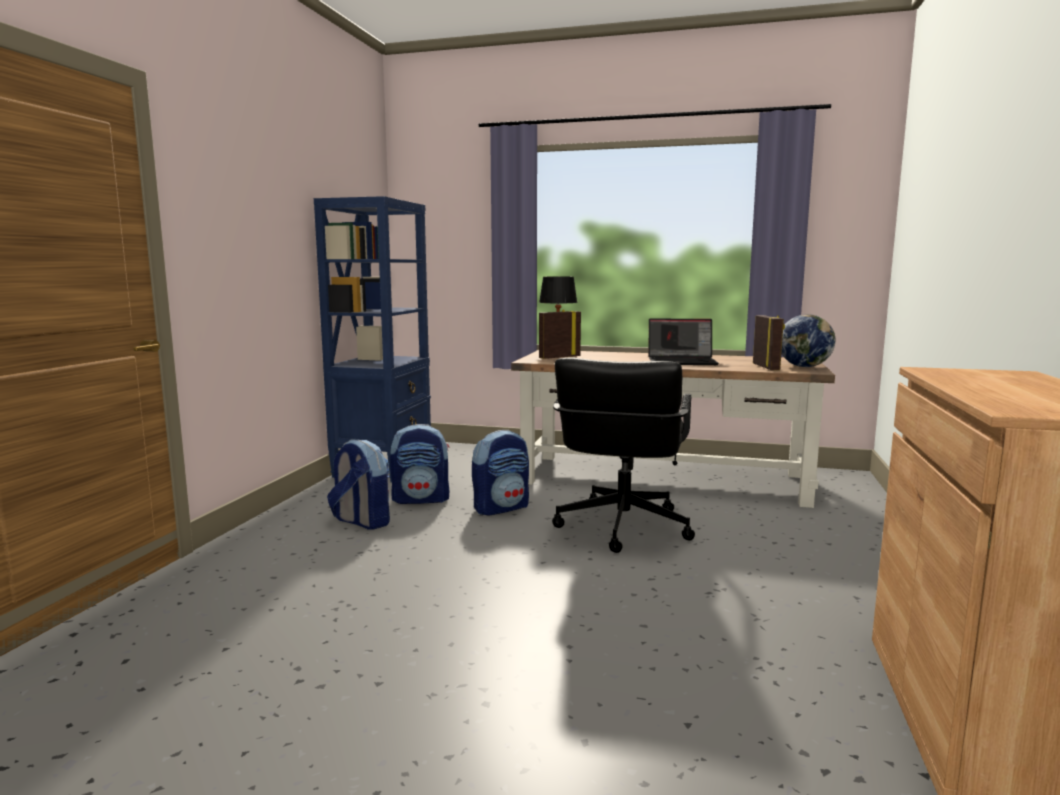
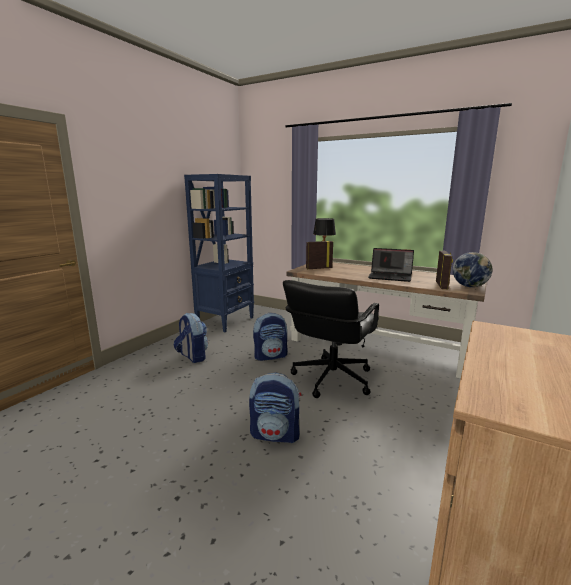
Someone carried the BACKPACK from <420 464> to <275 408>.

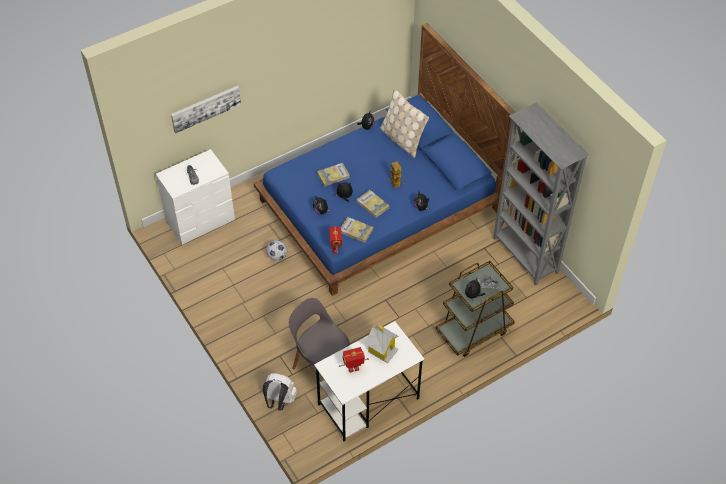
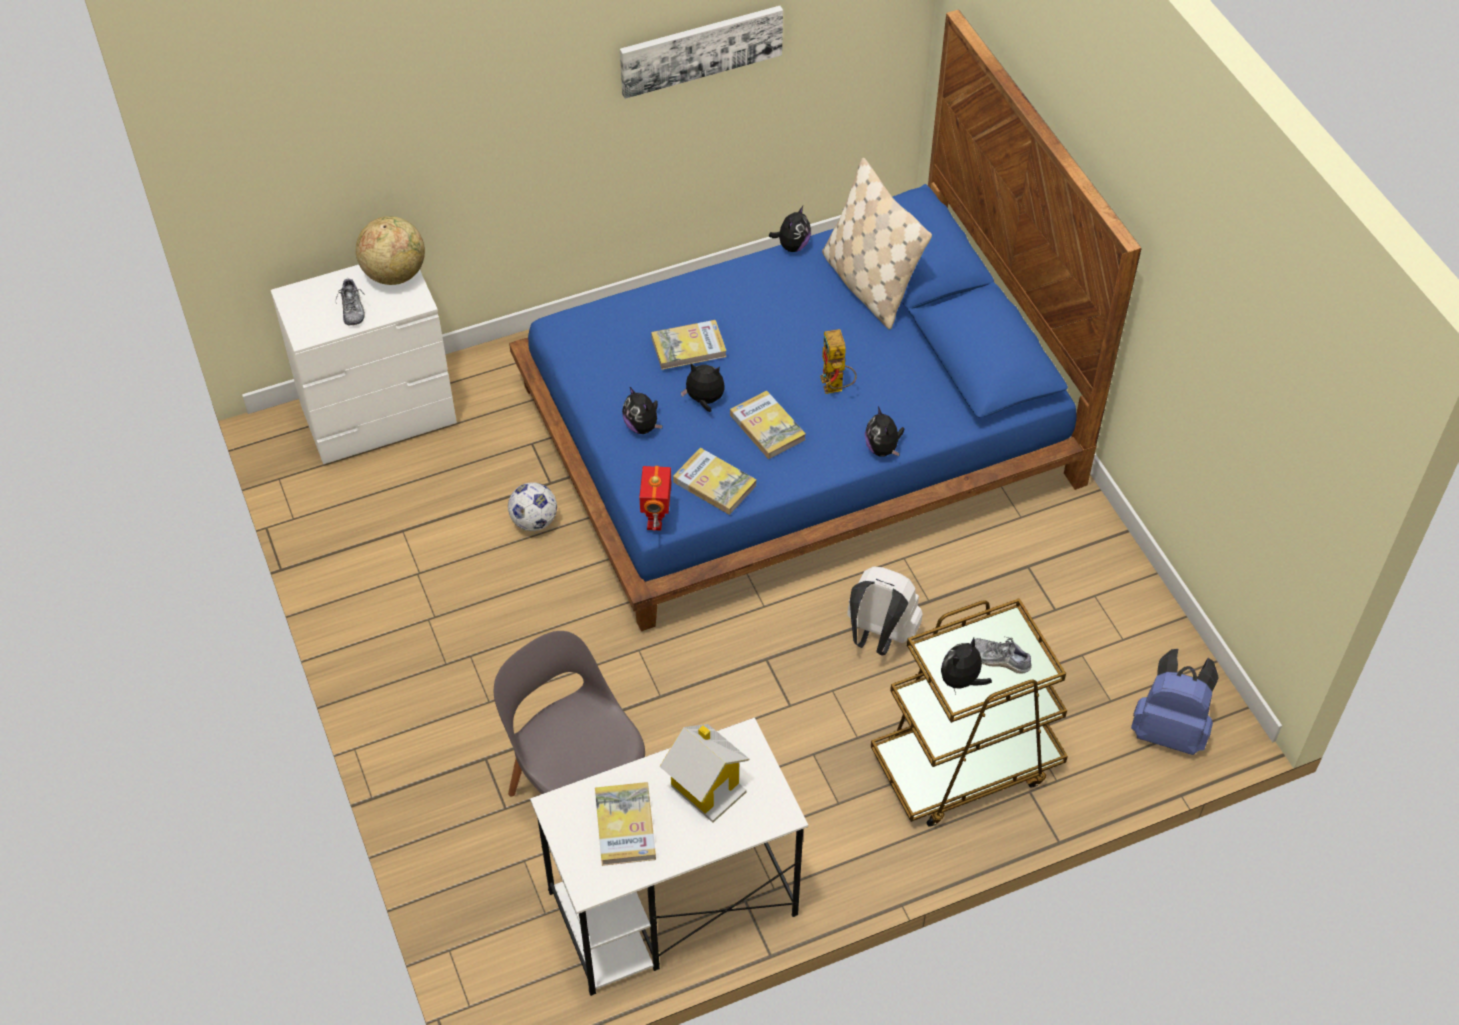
Someone put down the GLOBE at <390 250>.
Someone swapped the TOY ROBOT at <354 360> for the BOOK at <625 824>.
Someone carried the PICTURE from <206 109> to <701 52>.
Someone carried the WHITE BACKPACK from <280 391> to <885 611>.
Someone put down the BLUE BACKPACK at <1175 702>.
Someone took away the GREY BOOKCASE at <541 194>.

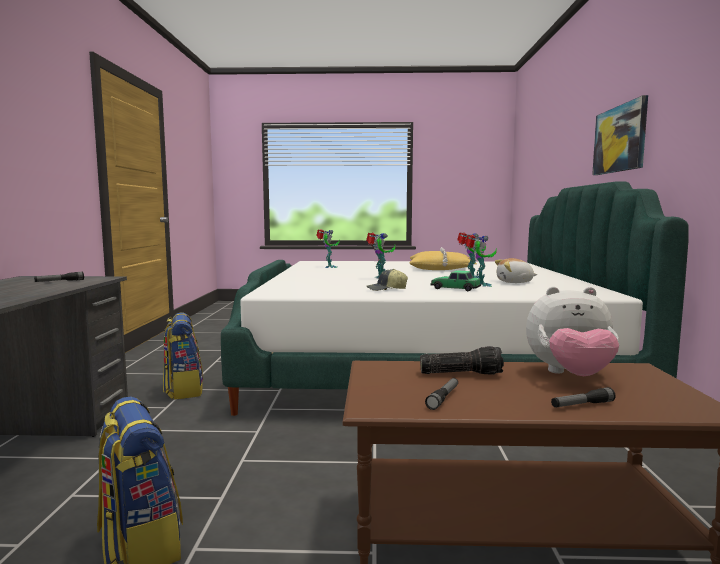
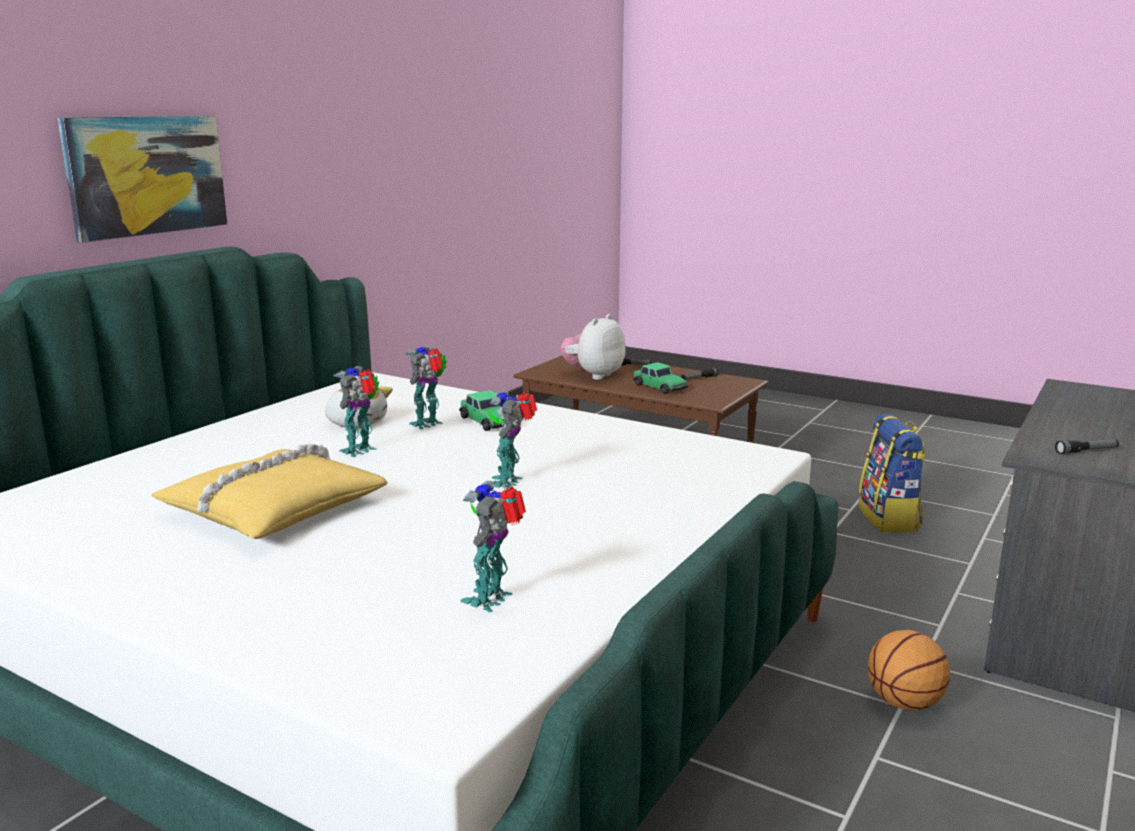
Someone rotated the PLUSH TOY at <572 331> by 90 degrees counterclockwise.
Someone swapped the FLASHLIGHT at <462 360> for the TOY CAR at <660 378>.
Someone swapped the BACKPACK at <183 356> for the BASKETBALL at <909 670>.
Someone took away the CAP at <387 280>.

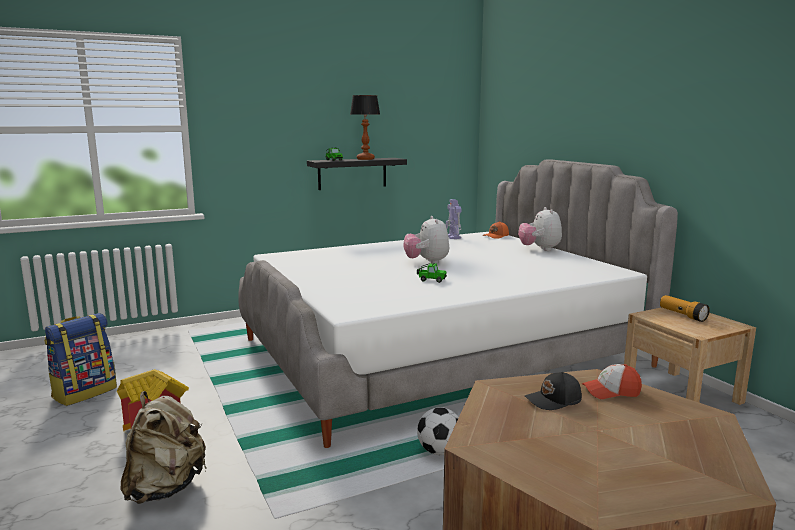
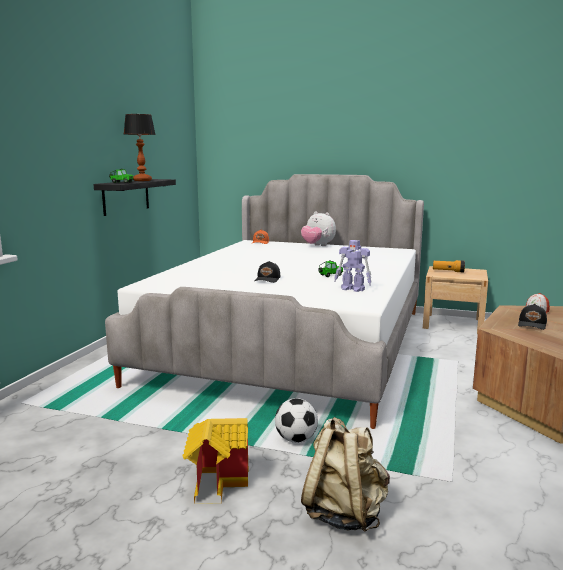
Someone put down the BLACK CAP at <267 272>.
Someone carried the FOOTBALL from <438 431> to <296 420>.
Someone carried the TOY ROBOT from <453 219> to <353 266>.
Someone took away the BACKPACK at <80 359>.
Someone took away the PLUSH TOY at <426 240>.

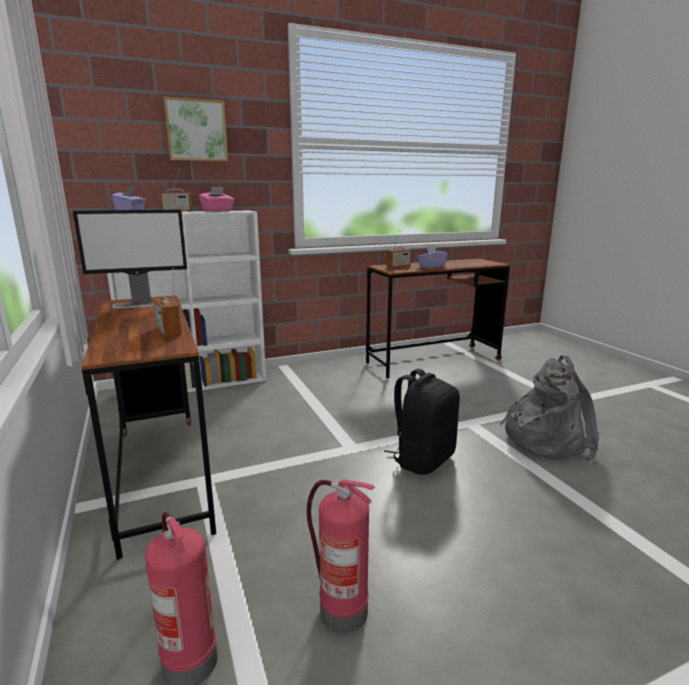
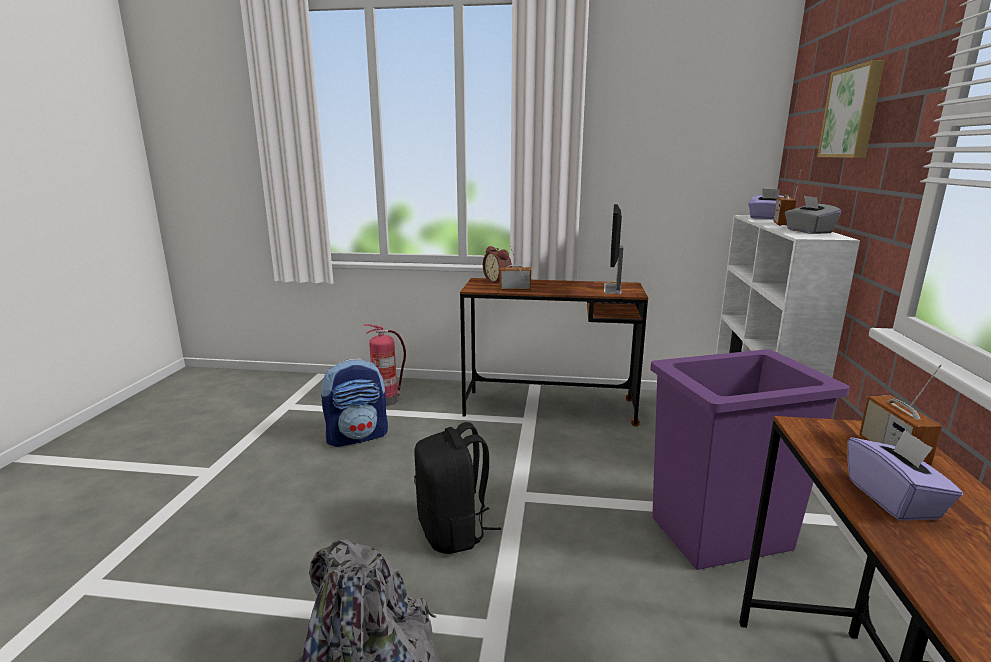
Someone swapped the FIRE EXTINGUISHER at <341 556> for the BACKPACK at <354 402>.
Someone put down the ALARM CLOCK at <497 264>.
Someone put down the PURPLE TRASH CAN at <750 460>.
Someone repainted the PINK TISSUE BOX at <216 199>, which became the GREY TISSUE BOX at <813 215>.

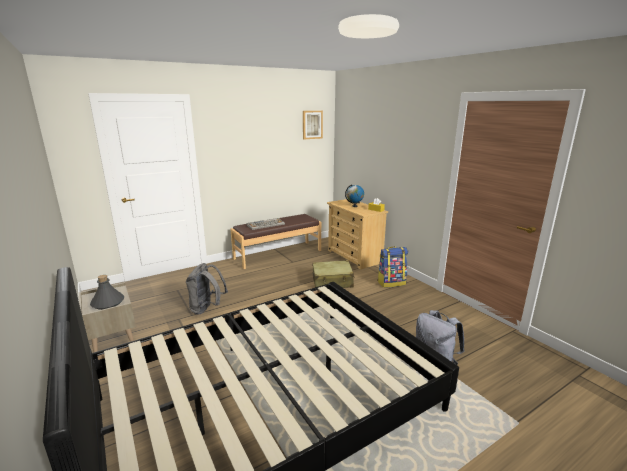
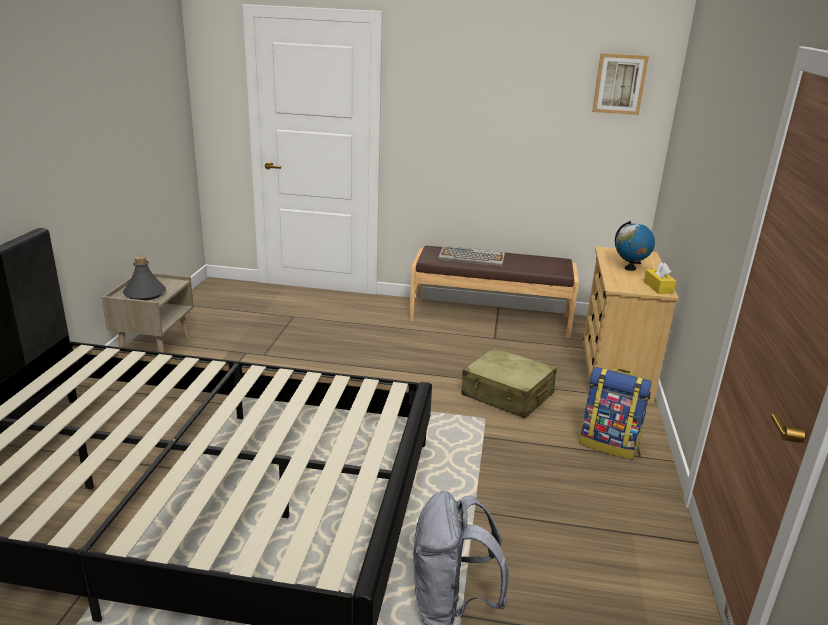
Someone took away the GREY BACKPACK at <207 289>.

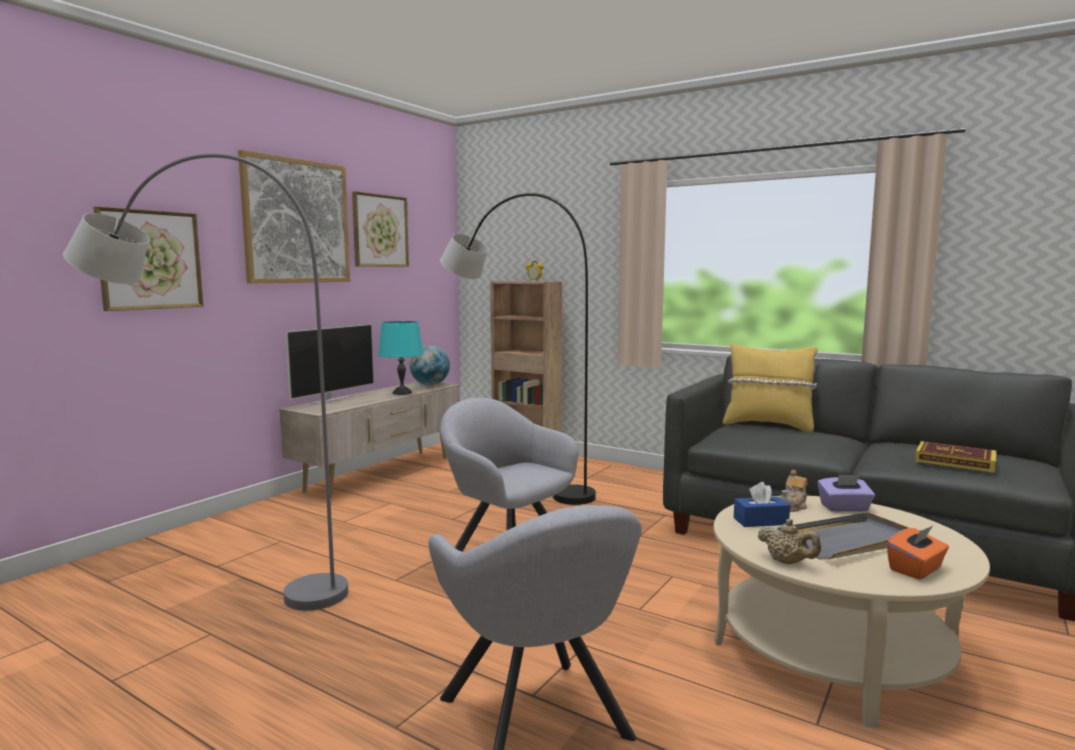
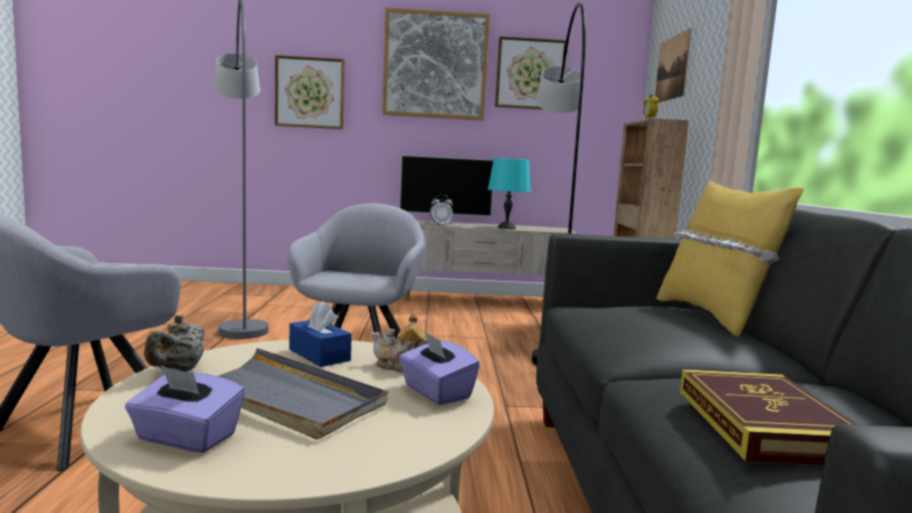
Someone repainted the ORANGE TISSUE BOX at <918 553>, which became the PURPLE TISSUE BOX at <185 409>.
Someone put down the ALARM CLOCK at <441 210>.
Someone put up the PICTURE at <673 65>.
Someone took away the GLOBE at <430 365>.

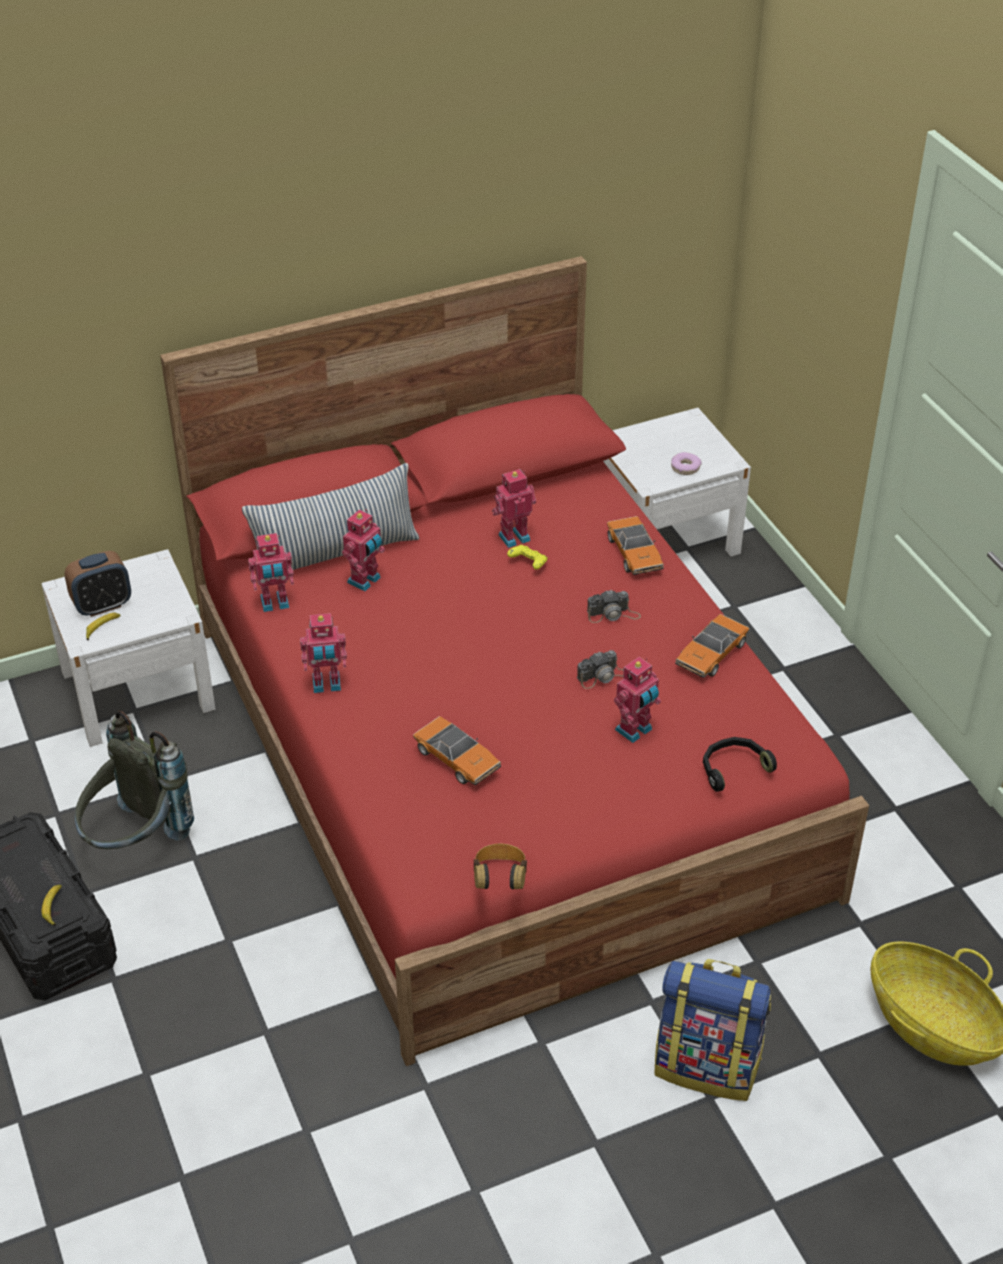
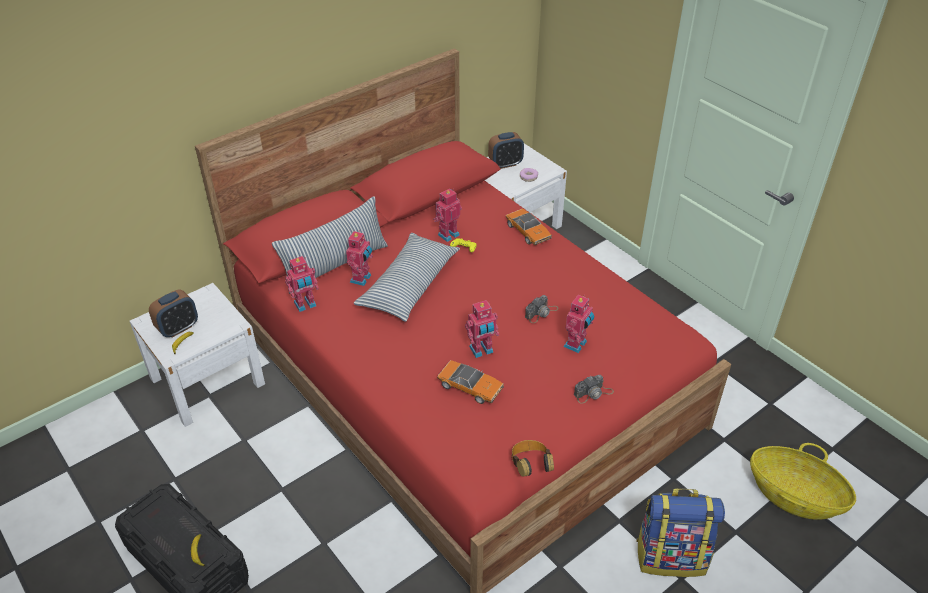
Someone put down the PILLOW at <407 277>.
Someone carried the TOY ROBOT from <323 653> to <482 329>.
Someone put down the ALARM CLOCK at <506 150>.
Someone carried the PHOTO CAMERA from <614 606> to <594 389>.
Someone took away the GREY BACKPACK at <134 780>.
Someone took away the TOY CAR at <712 646>.
Someone took away the BLACK HEADPHONES at <740 764>.

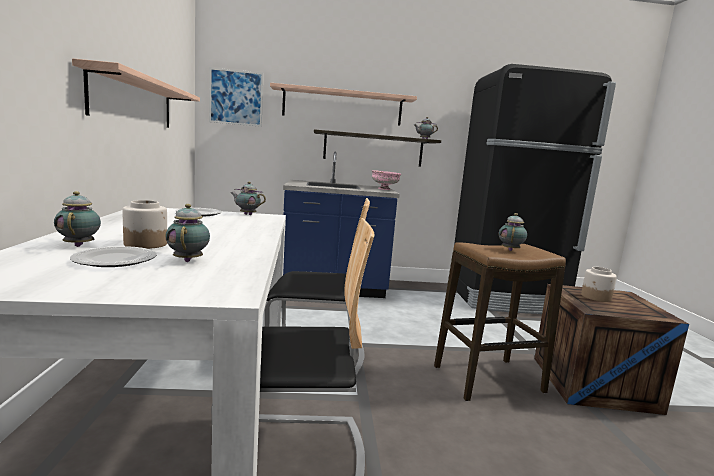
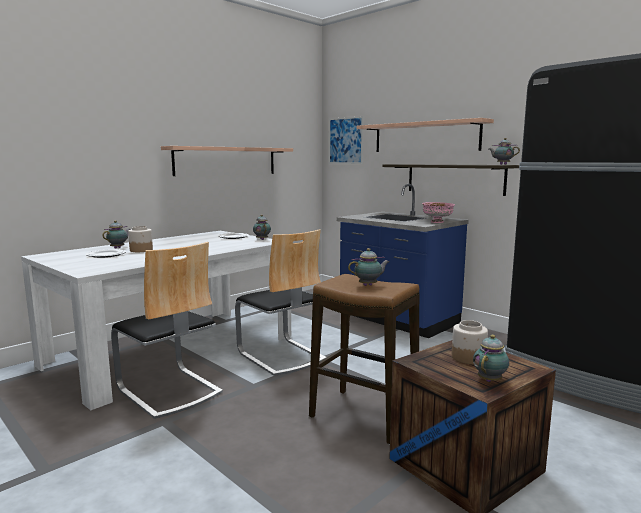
Someone carried the TEAPOT from <187 233> to <491 358>.

